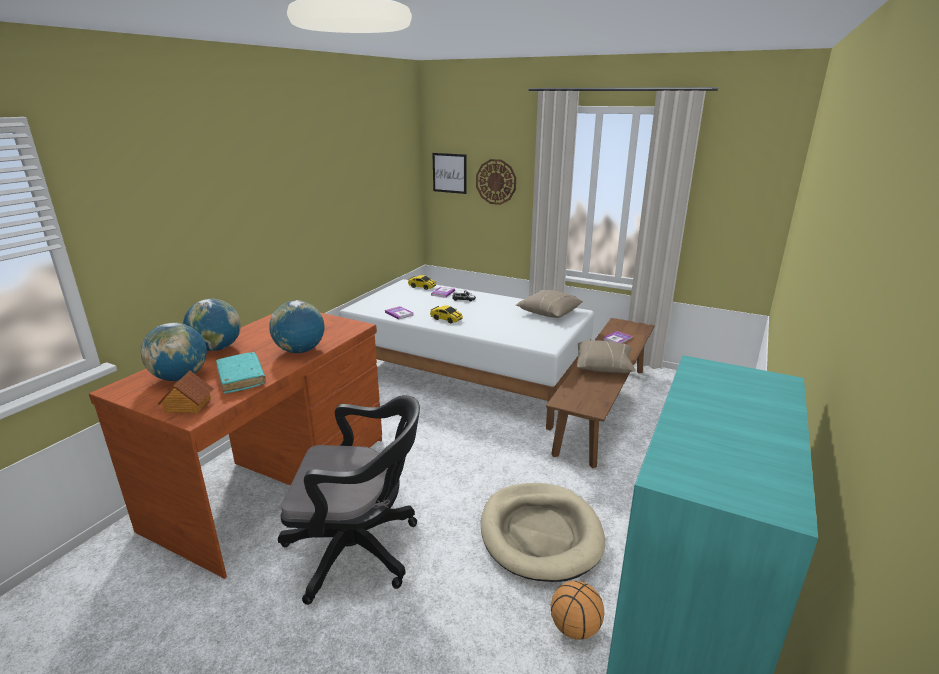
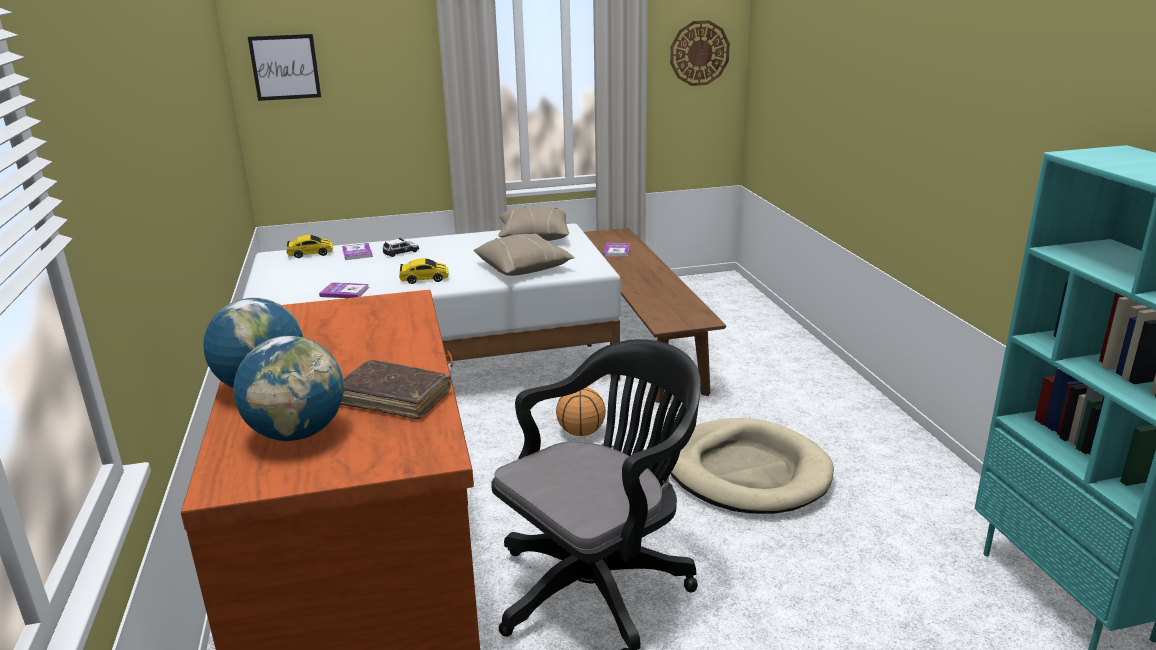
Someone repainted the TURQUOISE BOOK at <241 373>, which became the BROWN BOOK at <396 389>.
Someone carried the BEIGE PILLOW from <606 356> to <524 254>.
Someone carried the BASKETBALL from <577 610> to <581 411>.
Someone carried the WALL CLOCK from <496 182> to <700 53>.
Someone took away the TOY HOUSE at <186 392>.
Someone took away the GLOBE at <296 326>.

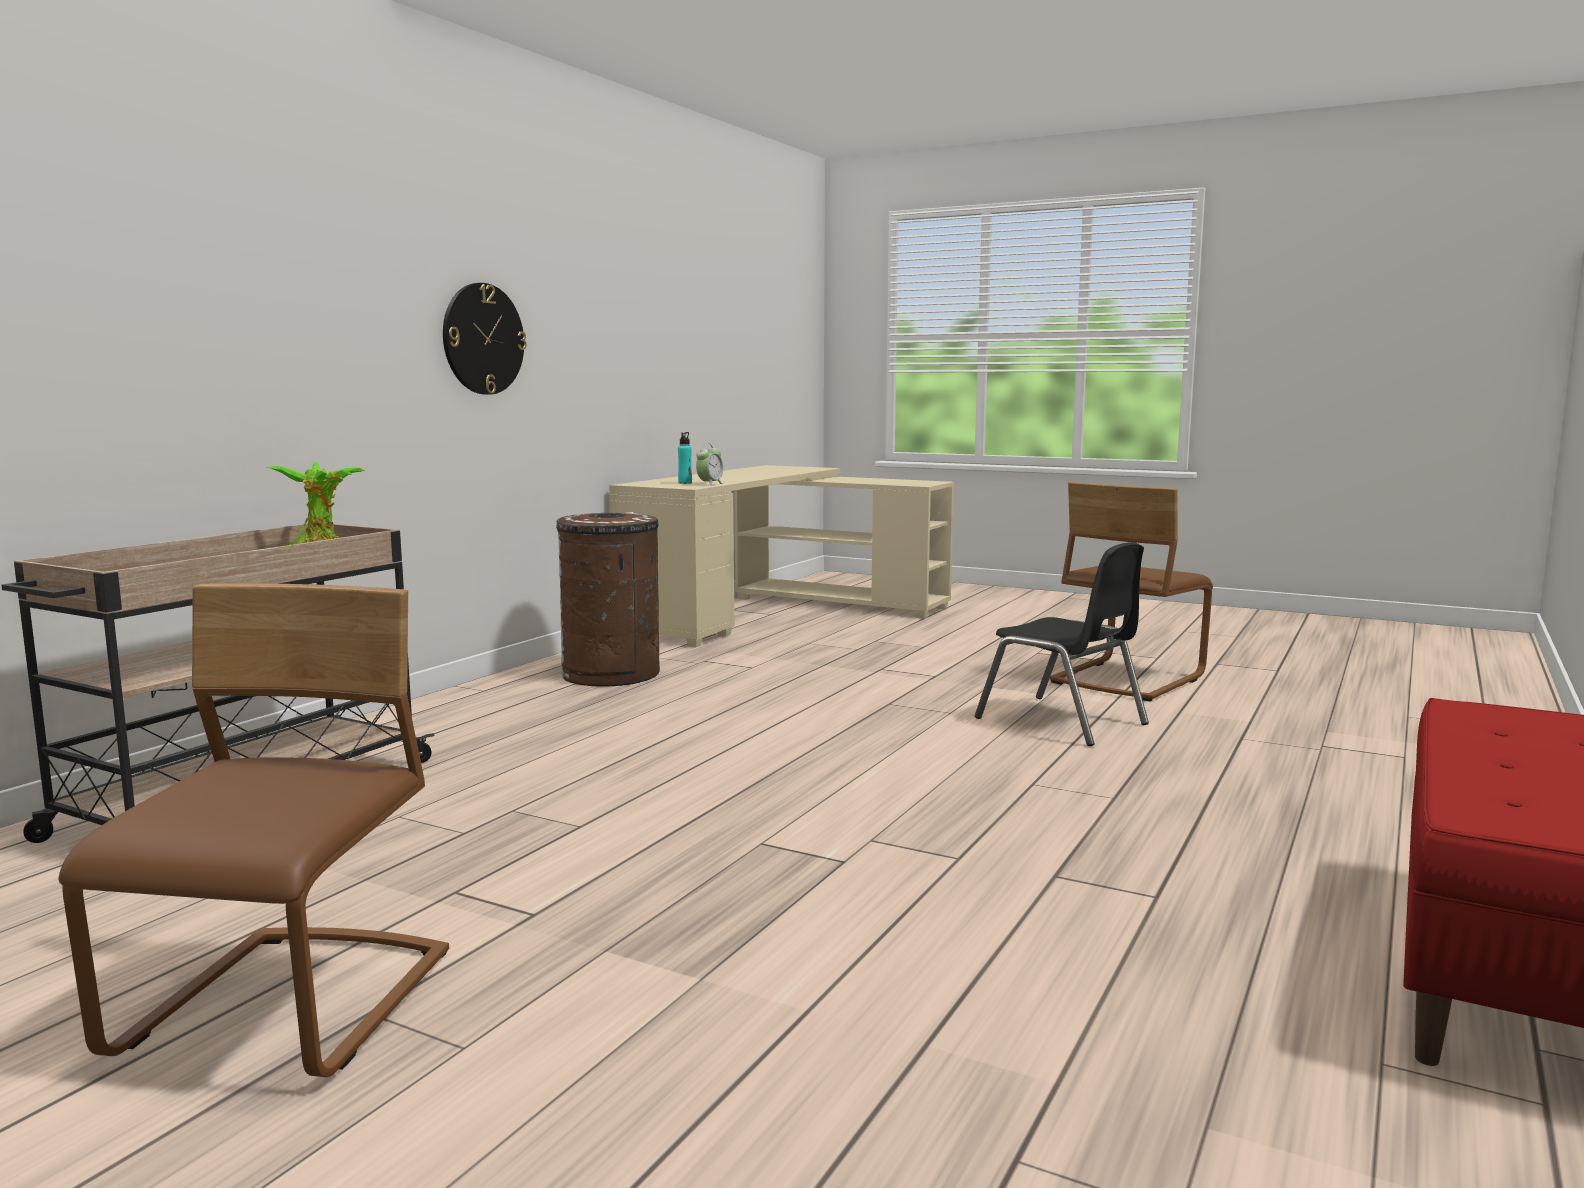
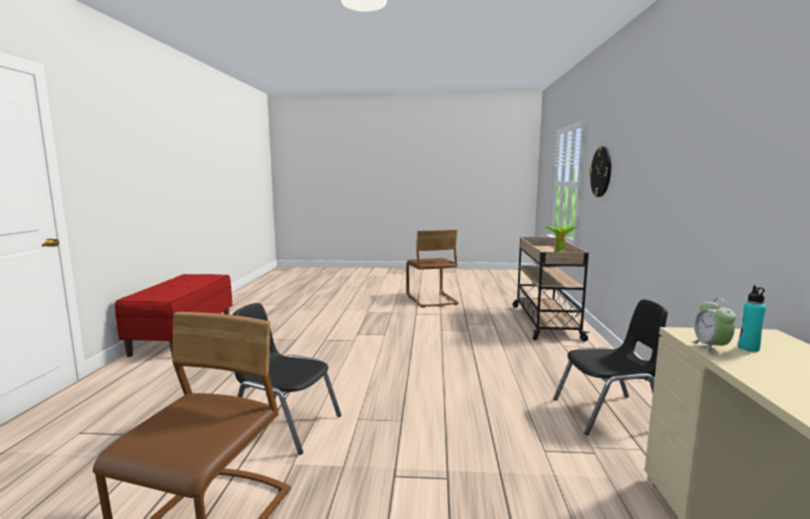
Someone swapped the BROWN TRASH CAN at <608 599> for the BLACK CHAIR at <610 367>.
Someone carried the WALL CLOCK from <485 339> to <600 172>.

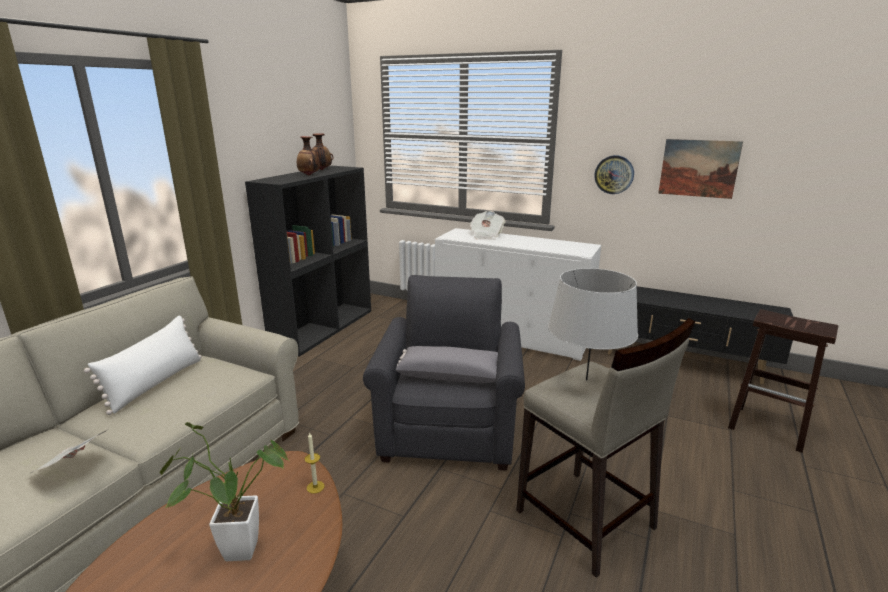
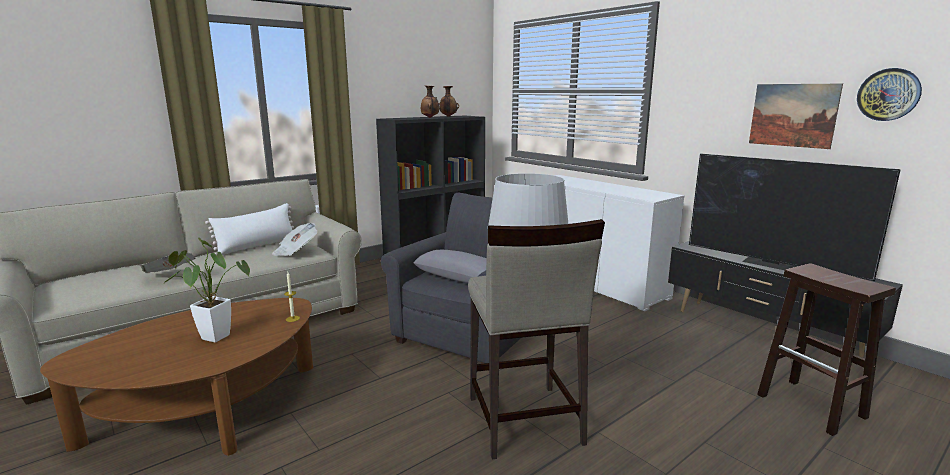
Someone carried the NEWSPAPER from <487 225> to <294 239>.
Someone put down the TELEVISION at <795 217>.
Someone carried the WALL CLOCK from <614 174> to <889 94>.

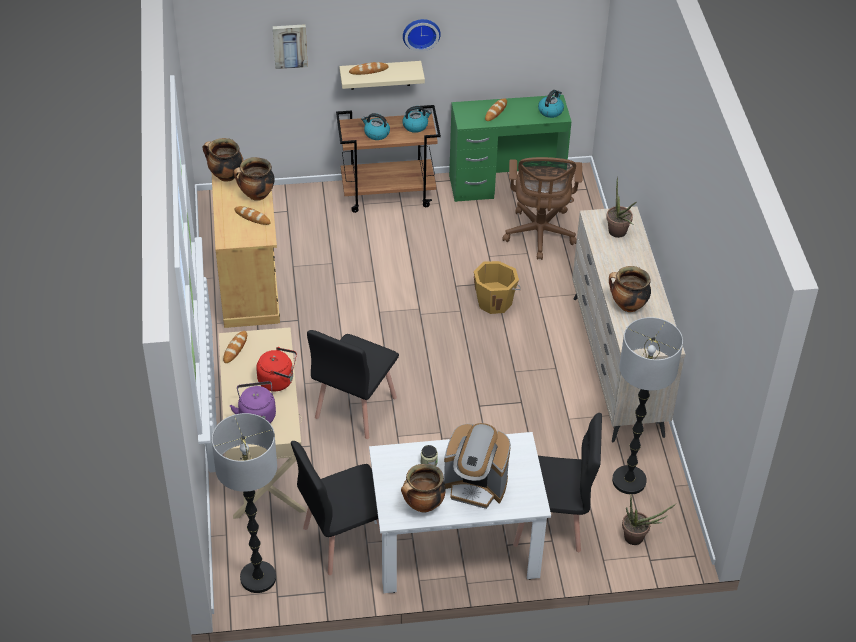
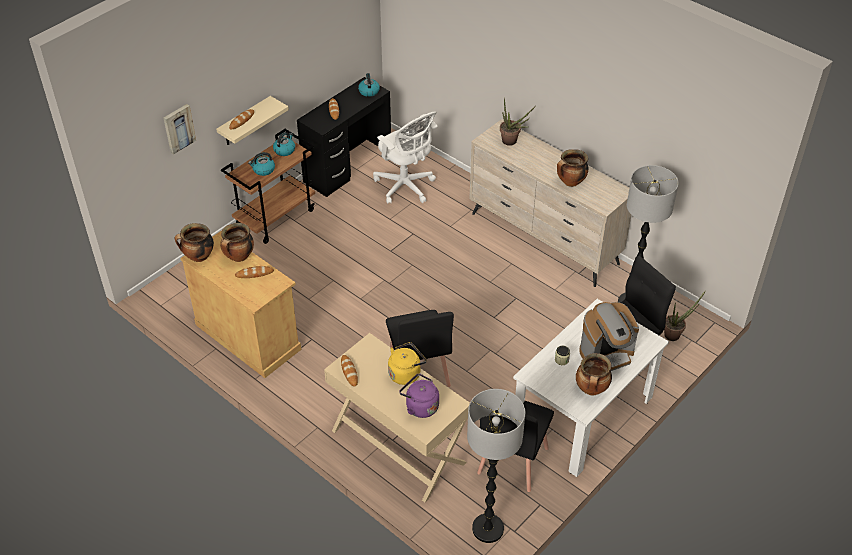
Someone repainted the GREEN DESK at <510 148>, which became the BLACK DESK at <344 137>.
Someone repainted the BROWN OFFICE CHAIR at <542 208>, which became the WHITE OFFICE CHAIR at <405 158>.
Someone repainted the RED KETTLE at <276 369>, which became the YELLOW KETTLE at <407 363>.
Someone took away the WALL CLOCK at <422 35>.
Someone took away the ORANGE BUCKET at <497 287>.

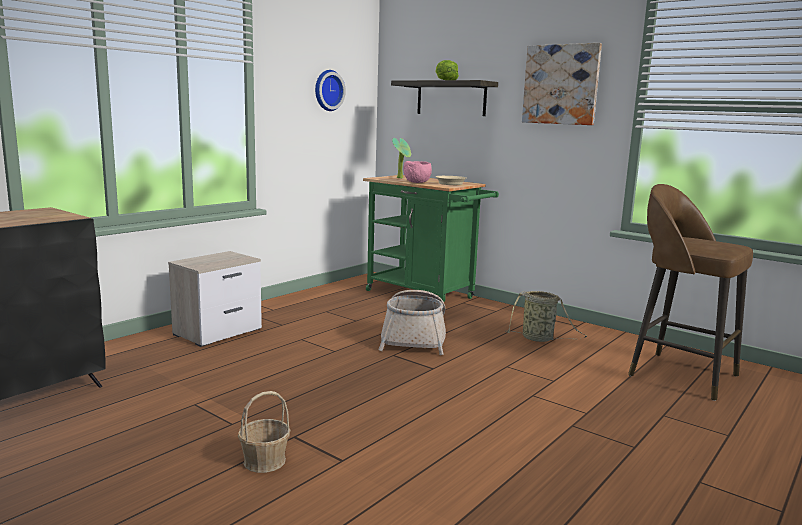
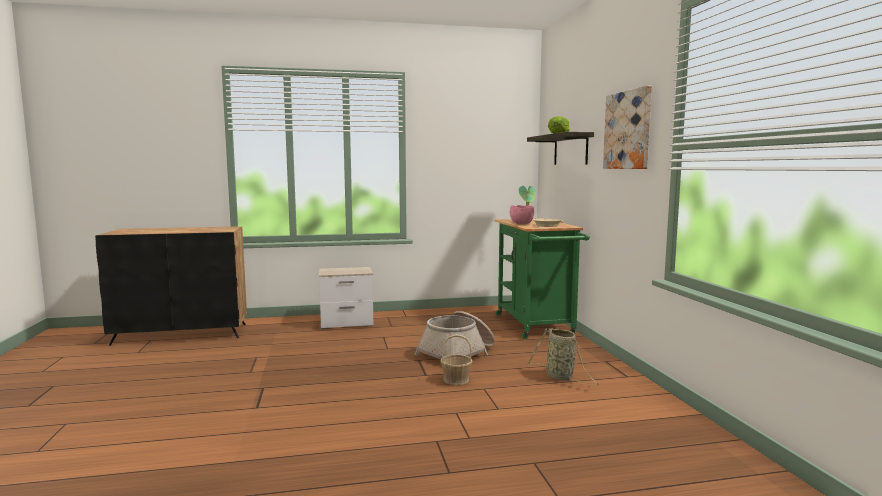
Someone carried the BASKET from <264 432> to <456 360>.
Someone took away the WALL CLOCK at <330 90>.
Someone took away the BROWN STOOL at <690 292>.

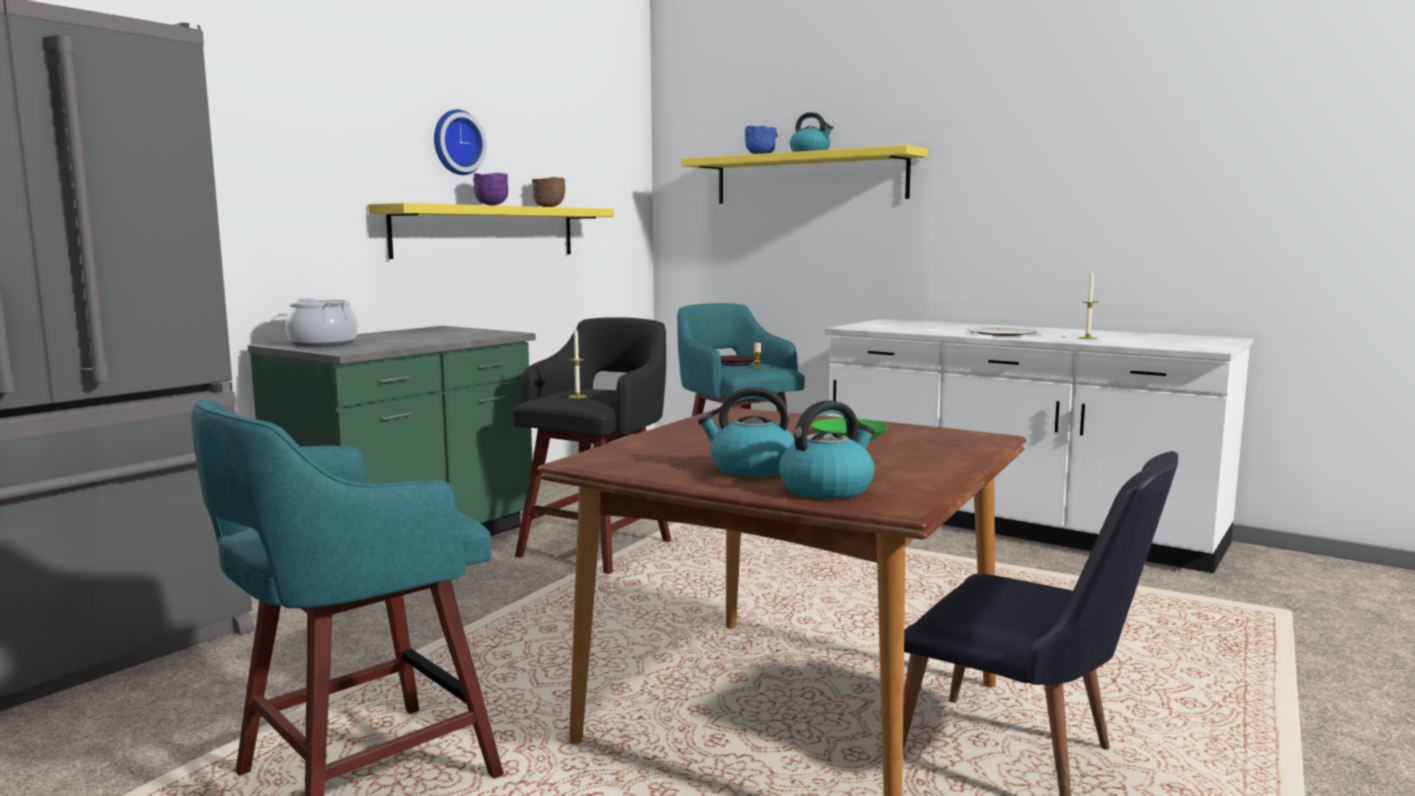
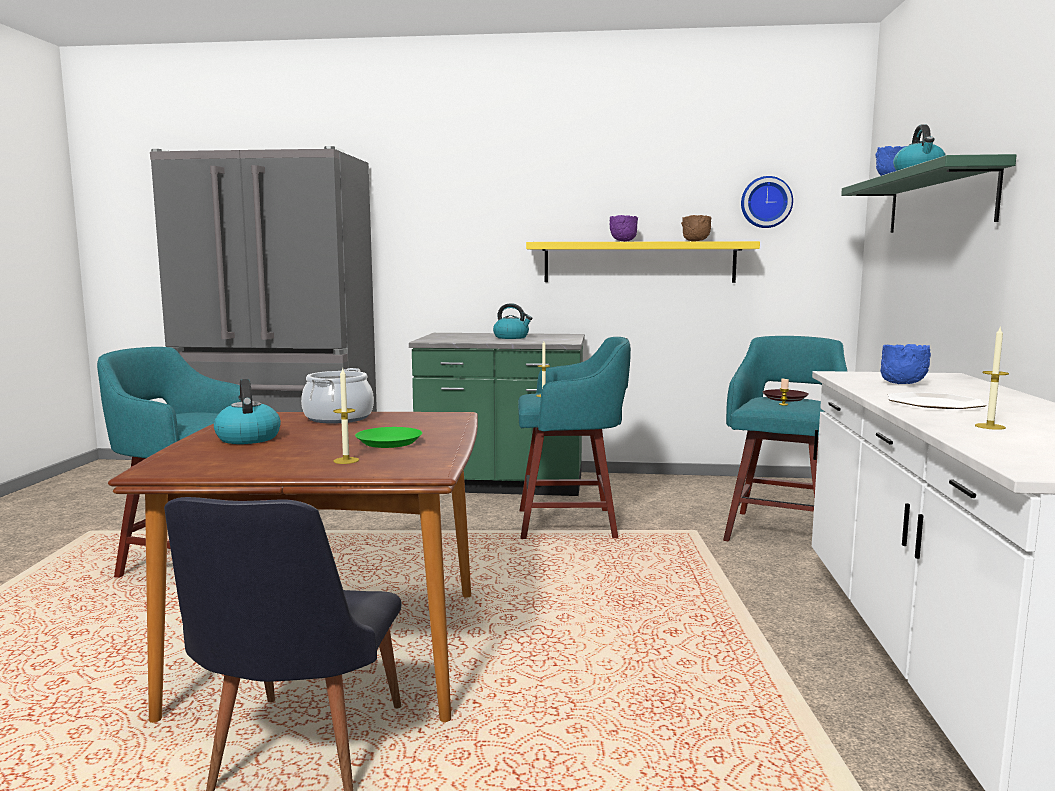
Someone carried the COOKING POT from <321 322> to <337 396>.
Someone put down the CANDLE at <346 415>.
Someone carried the KETTLE from <827 449> to <512 321>.
Someone repainted the BLACK STOOL at <591 445>, which became the TURQUOISE STOOL at <574 438>.
Someone carried the WALL CLOCK from <460 142> to <767 202>.
Someone repainted the YELLOW SHELF at <804 174>, which became the GREEN SHELF at <928 193>.
Someone put down the BLUE BOWL at <905 364>.

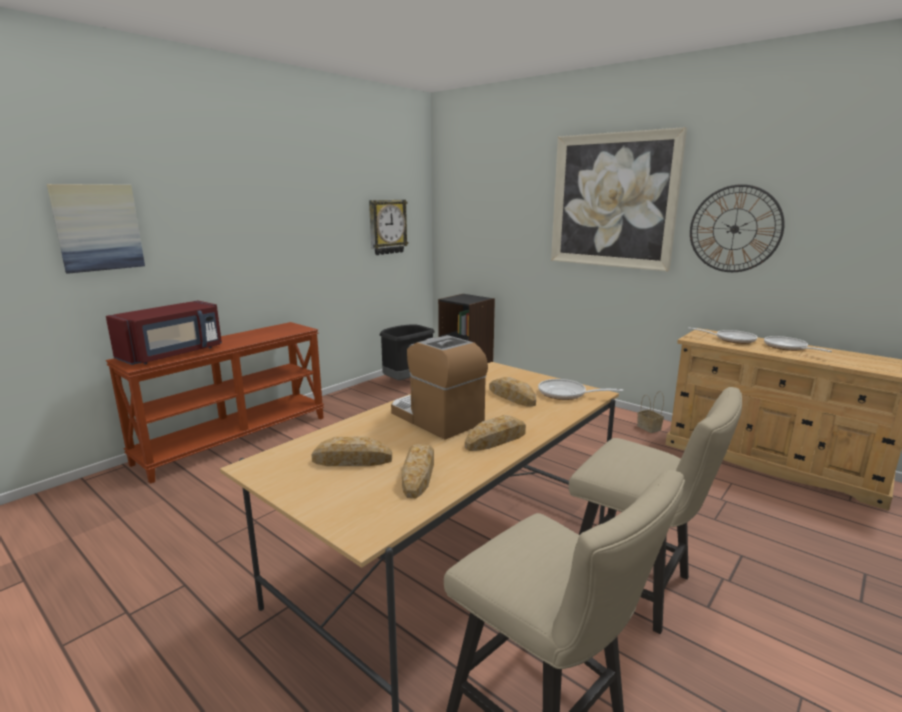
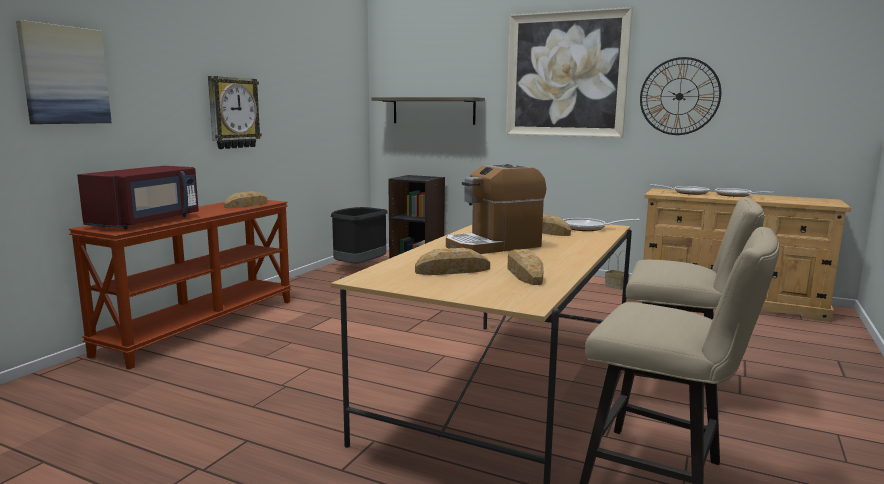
Someone carried the WALL CLOCK from <388 227> to <235 112>.
Someone carried the BREAD from <495 433> to <245 199>.
Someone put up the SHELF at <428 111>.
Someone rotated the COFFEE MACHINE at <439 387> by 60 degrees counterclockwise.

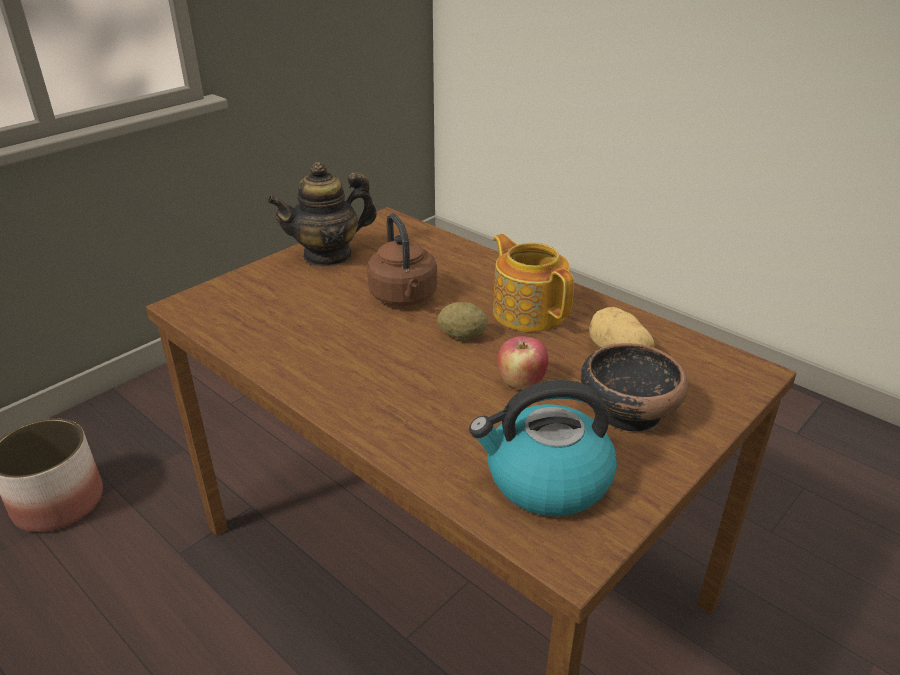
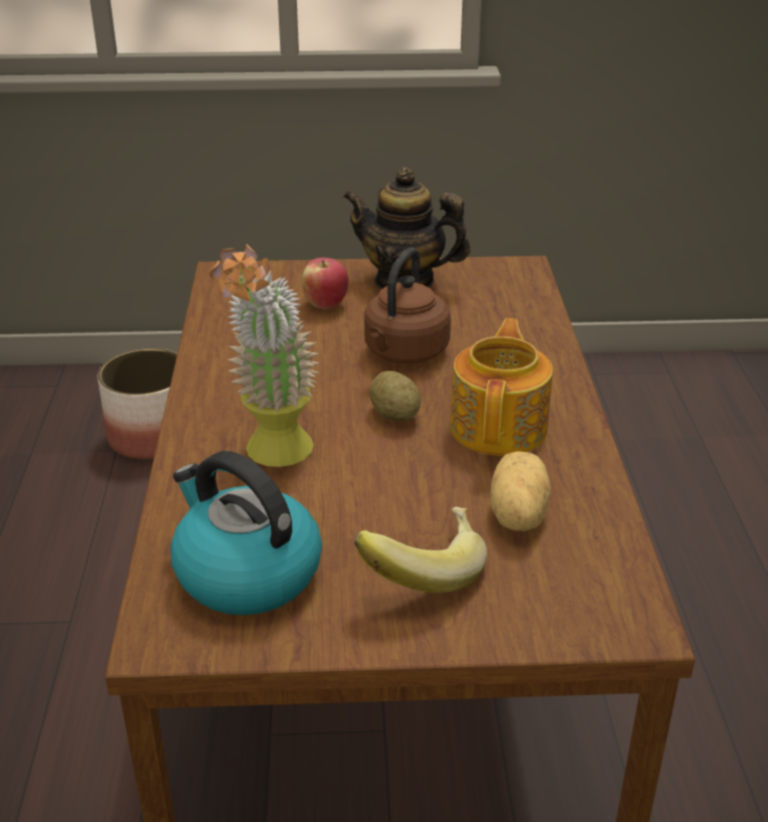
Someone put down the POTTED PLANT at <264 355>.
Someone carried the APPLE from <522 362> to <325 284>.
Someone swapped the BOWL at <634 387> for the BANANA at <420 550>.

